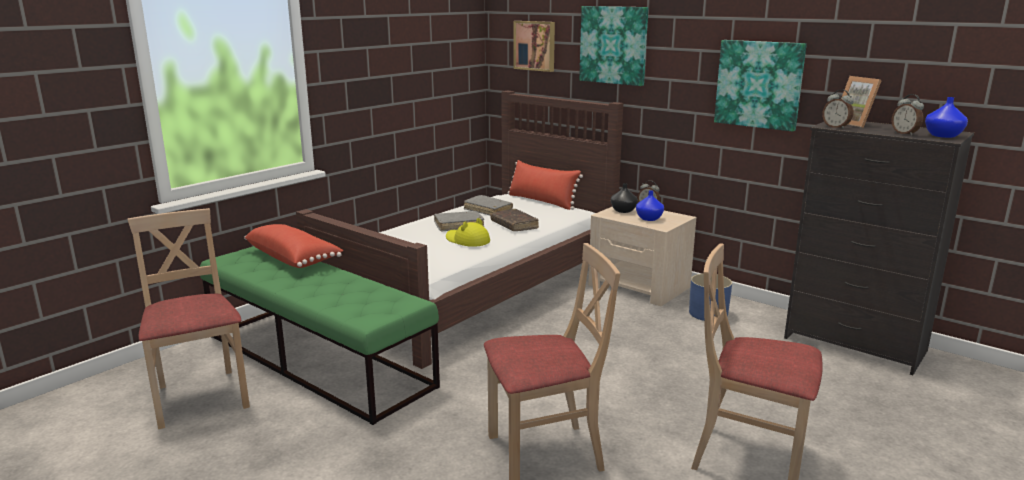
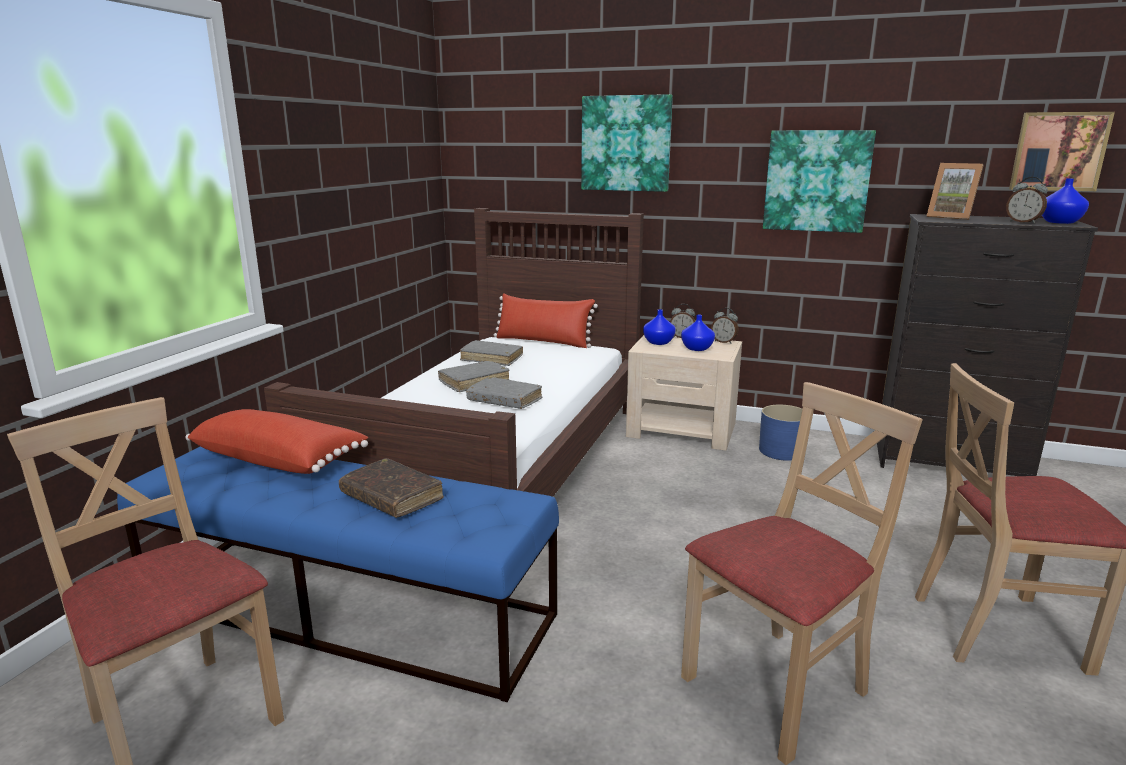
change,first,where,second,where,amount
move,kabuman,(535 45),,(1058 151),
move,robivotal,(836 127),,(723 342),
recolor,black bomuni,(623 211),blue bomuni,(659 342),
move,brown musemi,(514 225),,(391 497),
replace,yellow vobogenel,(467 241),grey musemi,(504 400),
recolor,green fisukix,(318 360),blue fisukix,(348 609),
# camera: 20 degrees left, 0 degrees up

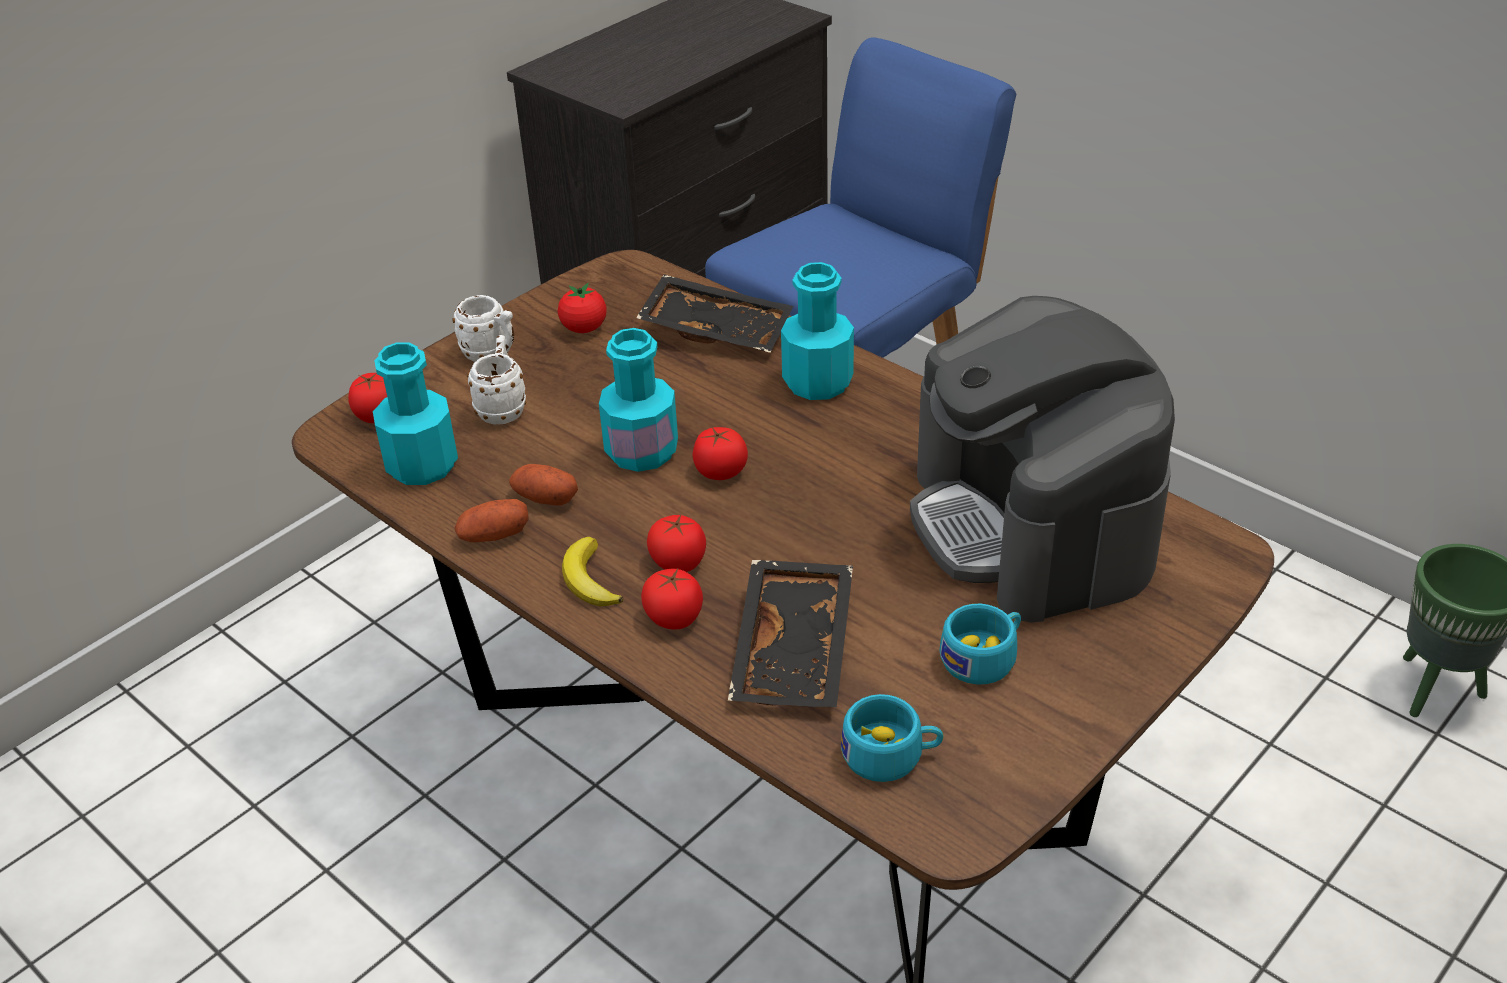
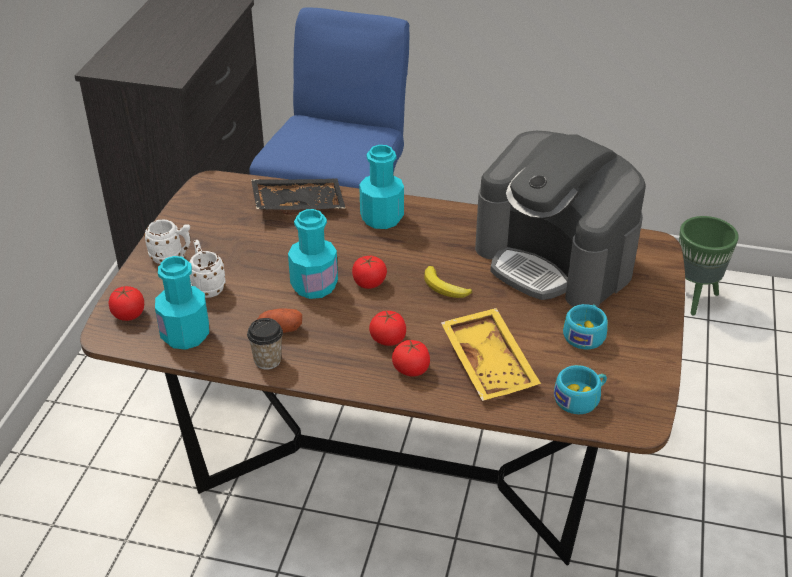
change,first,where,second,where,amount
delete,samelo,(584 328),,,
replace,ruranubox,(494 535),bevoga,(267 360),
move,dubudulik,(589 580),,(444 287),
recolor,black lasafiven,(796 650),yellow lasafiven,(490 364),
# camera: 30 degrees left, 0 degrees up

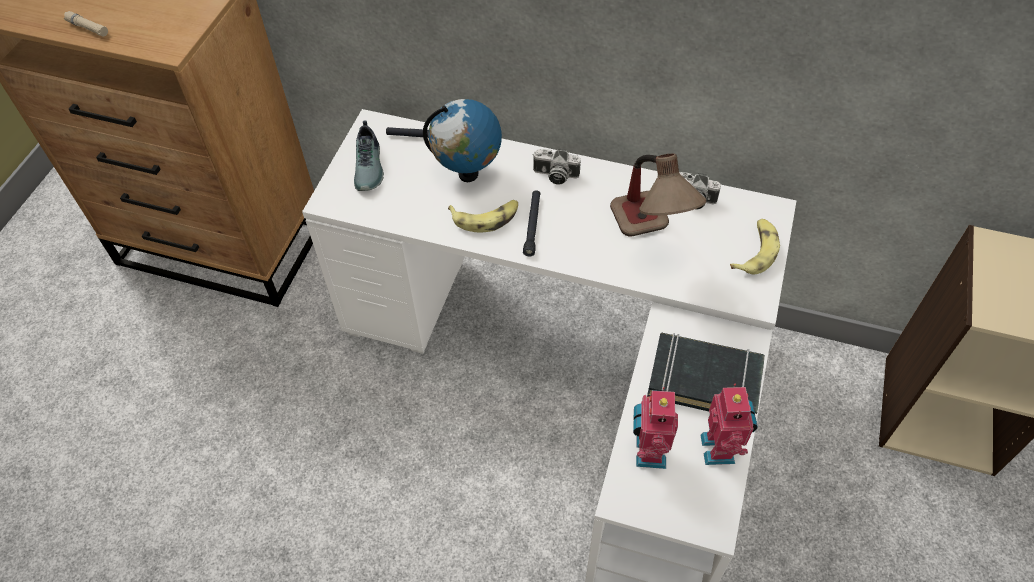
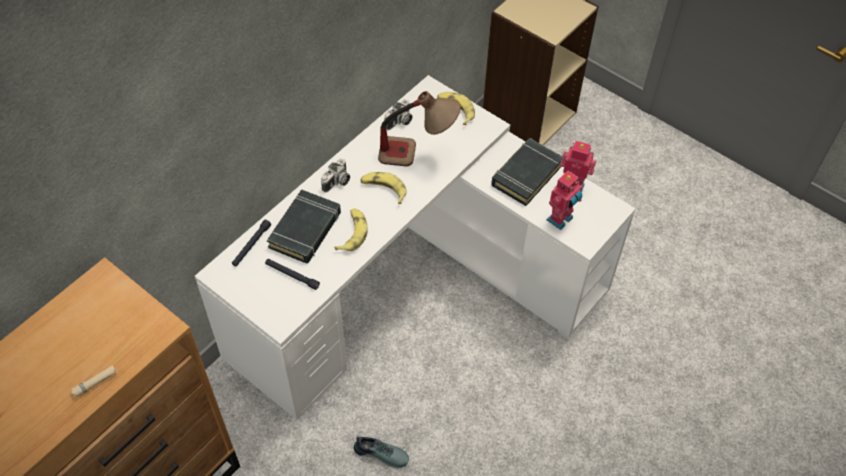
change,first,where,second,where,amount
replace,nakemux,(468 174),black musemi,(305 230),
move,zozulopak,(370 167),,(382 453),
move,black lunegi,(532 225),,(292 276),
rotate,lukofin,(648 452),,(561 220),75 degrees counterclockwise
insert,,,dubudulik,(384 189),
# camera: 70 degrees left, 0 degrees up

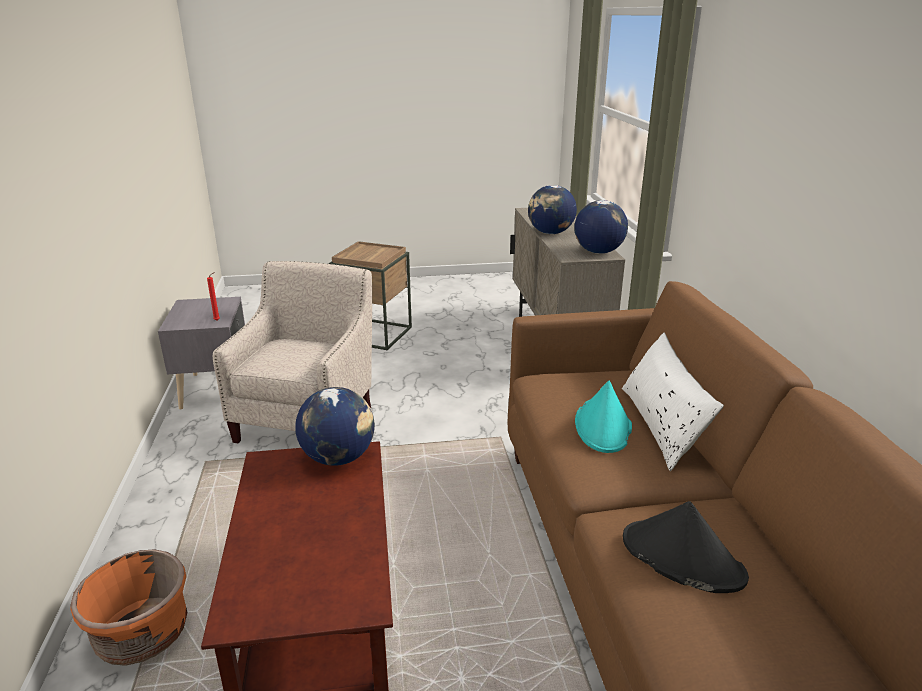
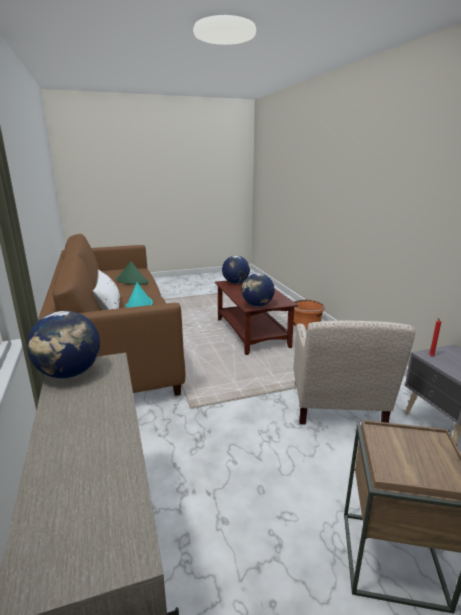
change,first,where,second,where,amount
move,nakemux,(550 233),,(235 283),
recolor,black vobogenel,(681 557),green vobogenel,(132 281),
# camera: 170 degrees right, 5 degrees down

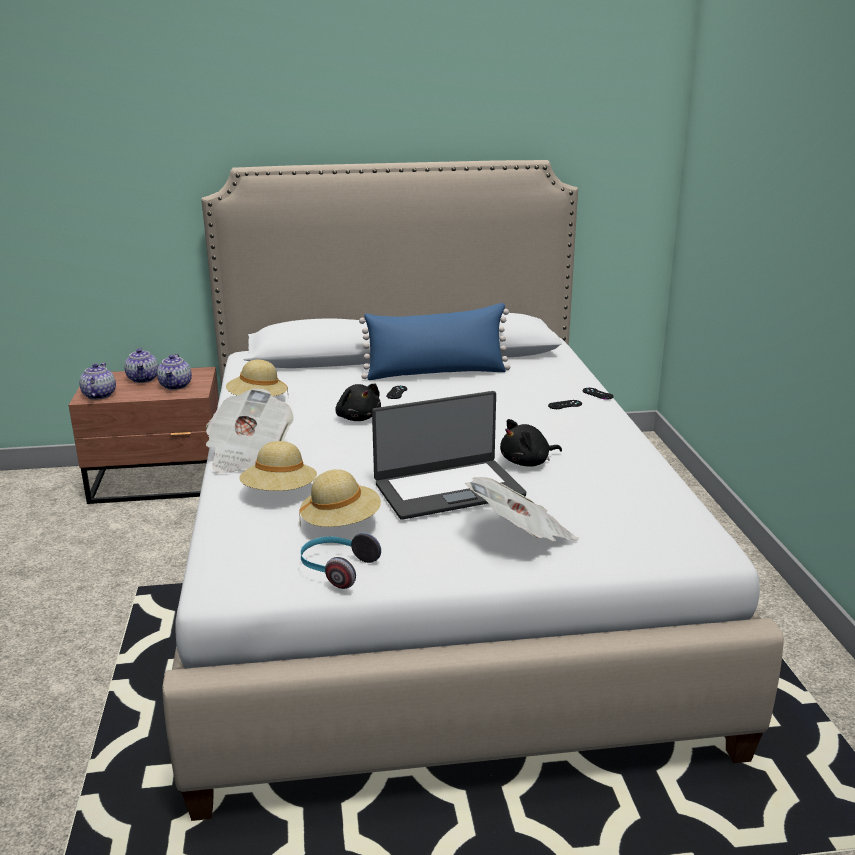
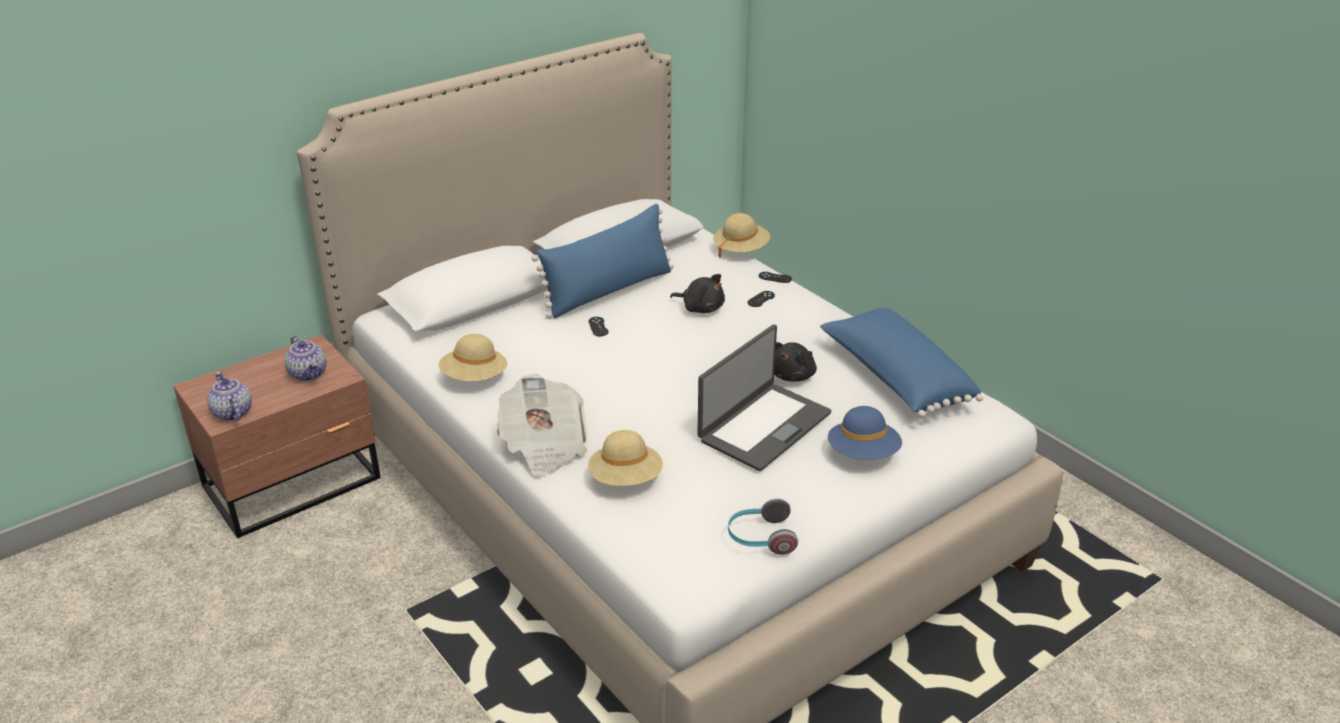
change,first,where,second,where,amount
delete,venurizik,(143 379),,,
move,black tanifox,(358 418),,(701 308),
move,beige vobogenel,(341 523),,(741 250),
replace,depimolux,(521 536),blue vobogenel,(863 454),
insert,,,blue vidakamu,(895 378),
# camera: 30 degrees left, 10 degrees up

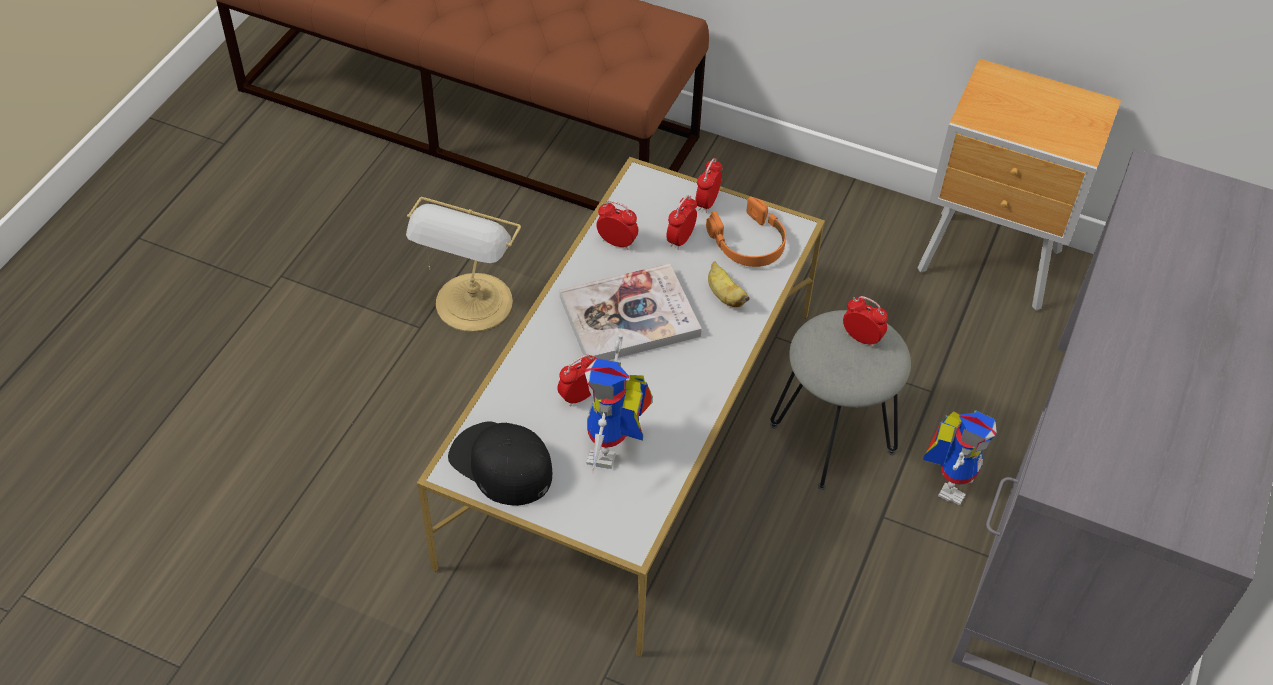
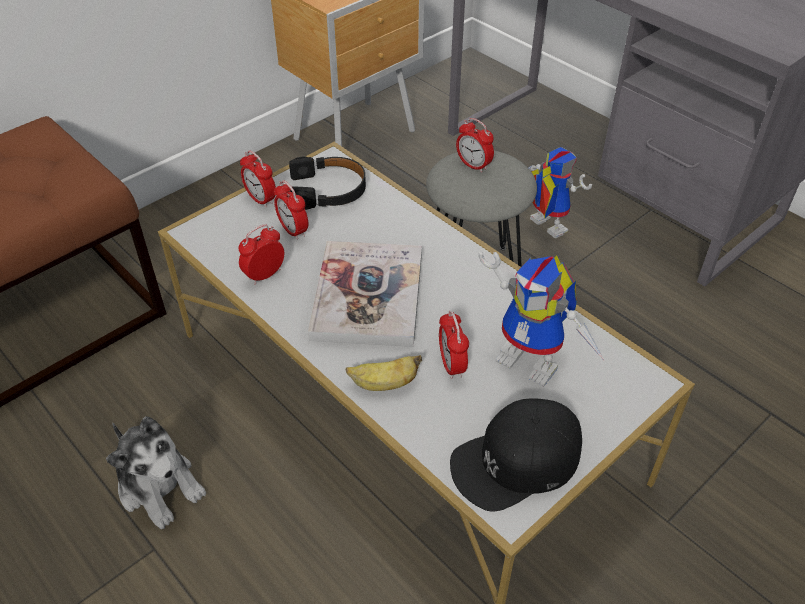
change,first,where,second,where,amount
replace,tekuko,(472 306),tanifox,(160 486),
recolor,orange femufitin,(748 242),black femufitin,(328 190),
move,dubudulik,(724 295),,(384 384),
rotate,robivotal,(861 338),,(473 165),105 degrees counterclockwise
# camera: 65 degrees left, 5 degrees down

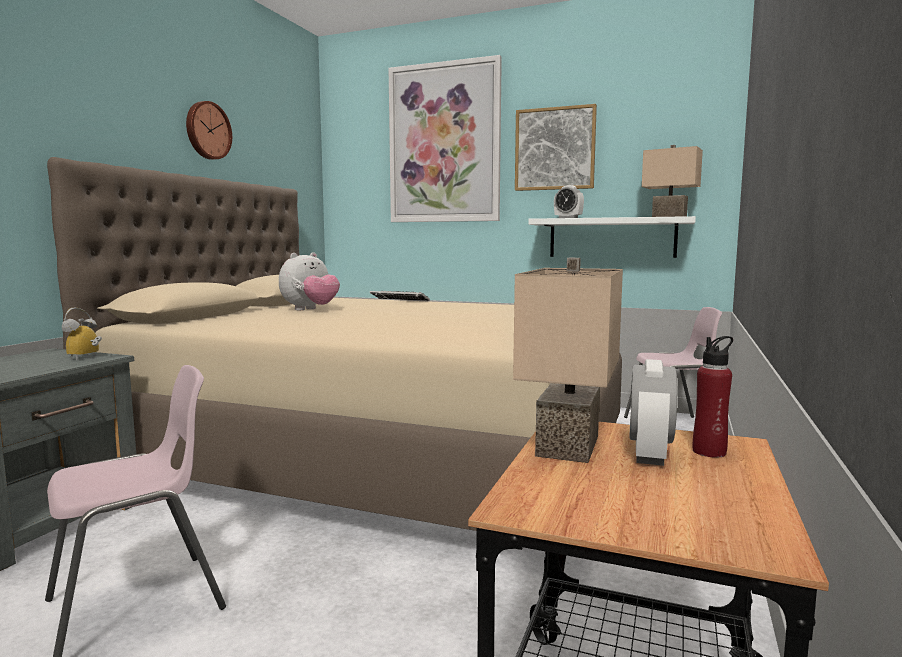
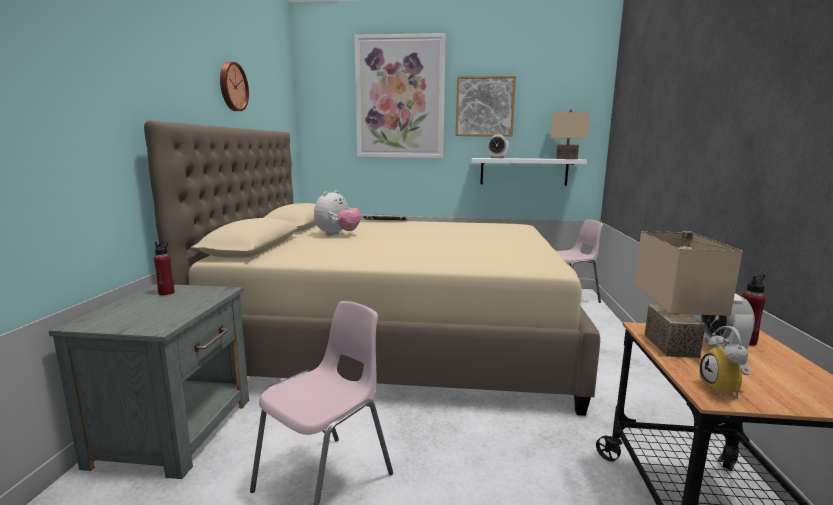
change,first,where,second,where,amount
move,robivotal,(86 358),,(726 390),
insert,,,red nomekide,(166 293),
# camera: 15 degrees left, 5 degrees up

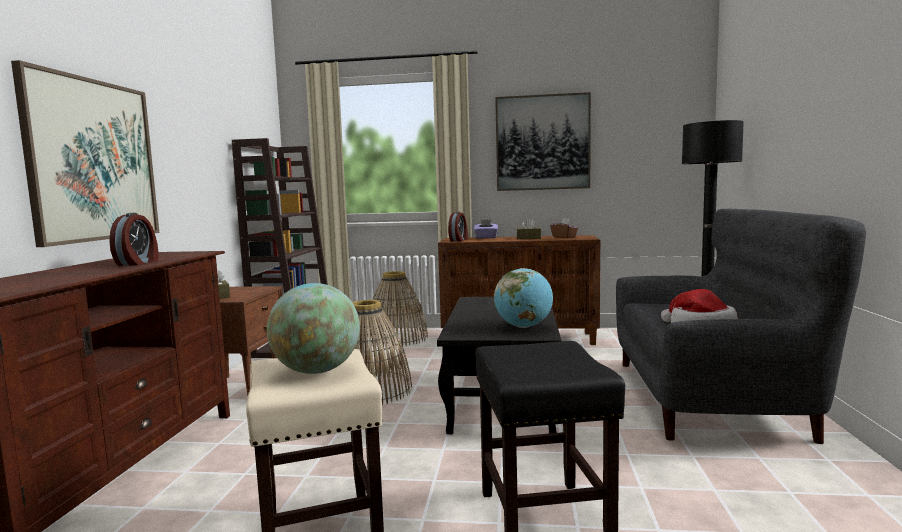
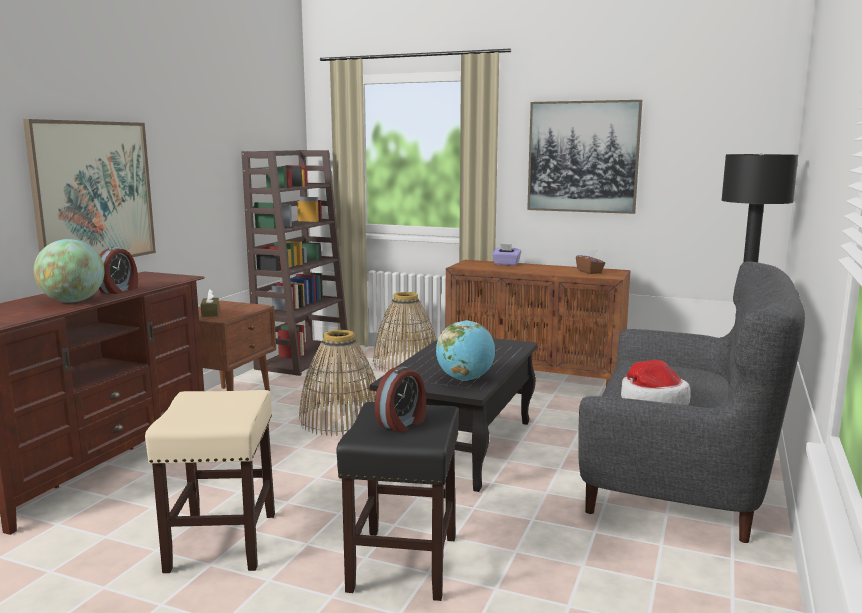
change,first,where,second,where,amount
move,robivotal,(459 240),,(403 424),
delete,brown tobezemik,(528 238),,,
move,nakemux,(316 371),,(73 301),
# camera: 15 degrees right, 5 degrees up

